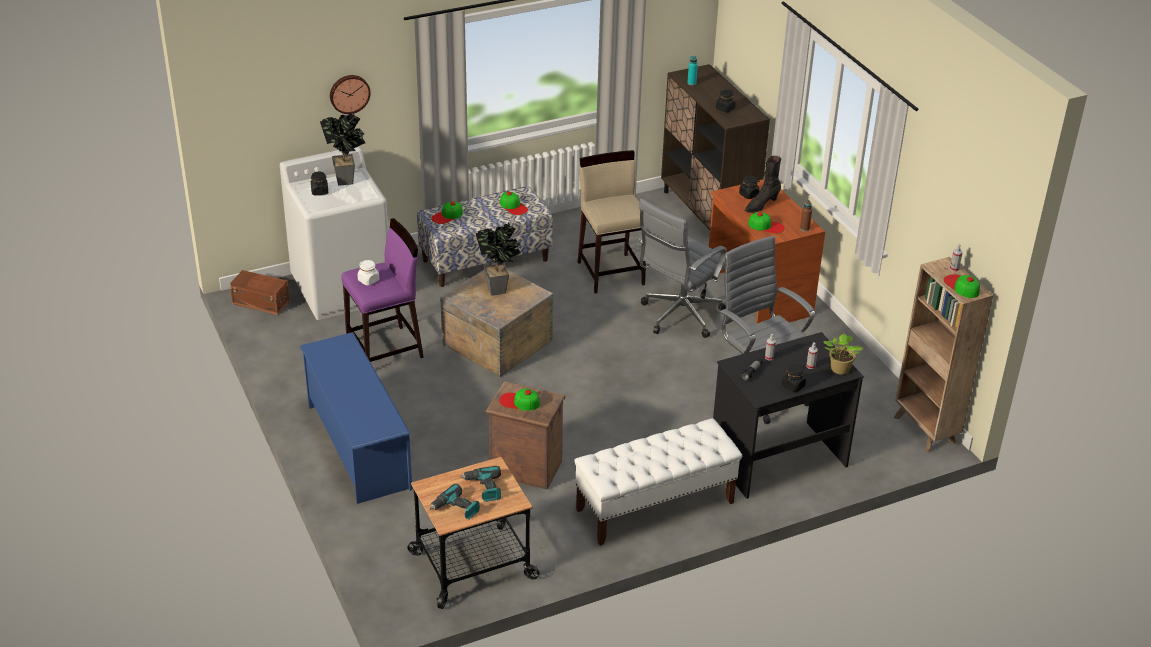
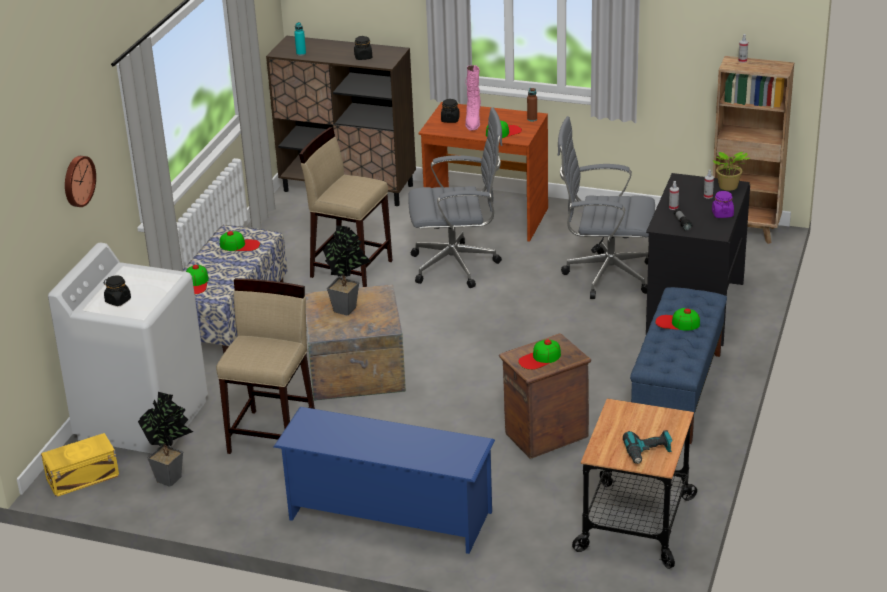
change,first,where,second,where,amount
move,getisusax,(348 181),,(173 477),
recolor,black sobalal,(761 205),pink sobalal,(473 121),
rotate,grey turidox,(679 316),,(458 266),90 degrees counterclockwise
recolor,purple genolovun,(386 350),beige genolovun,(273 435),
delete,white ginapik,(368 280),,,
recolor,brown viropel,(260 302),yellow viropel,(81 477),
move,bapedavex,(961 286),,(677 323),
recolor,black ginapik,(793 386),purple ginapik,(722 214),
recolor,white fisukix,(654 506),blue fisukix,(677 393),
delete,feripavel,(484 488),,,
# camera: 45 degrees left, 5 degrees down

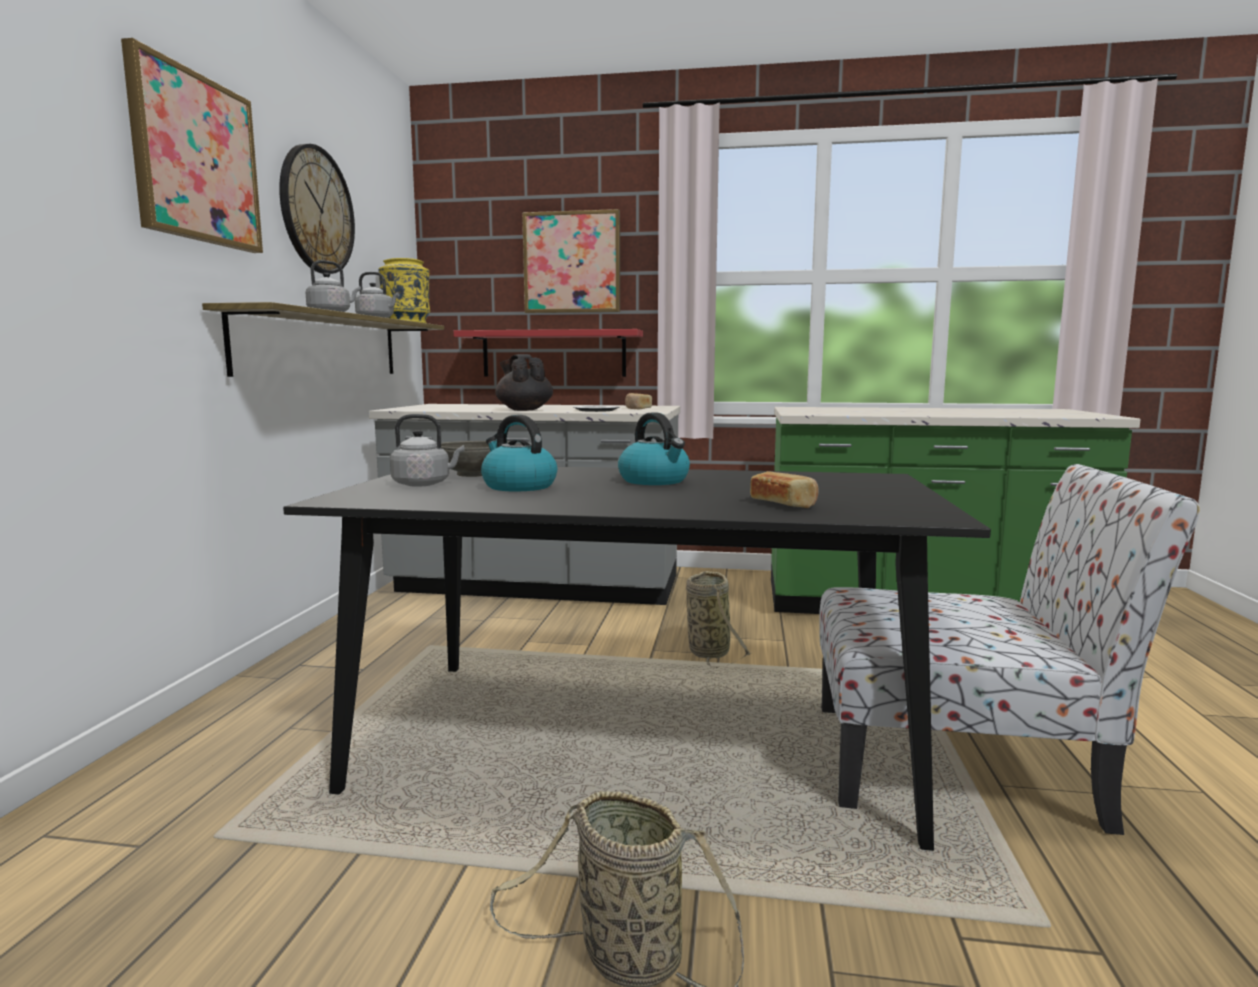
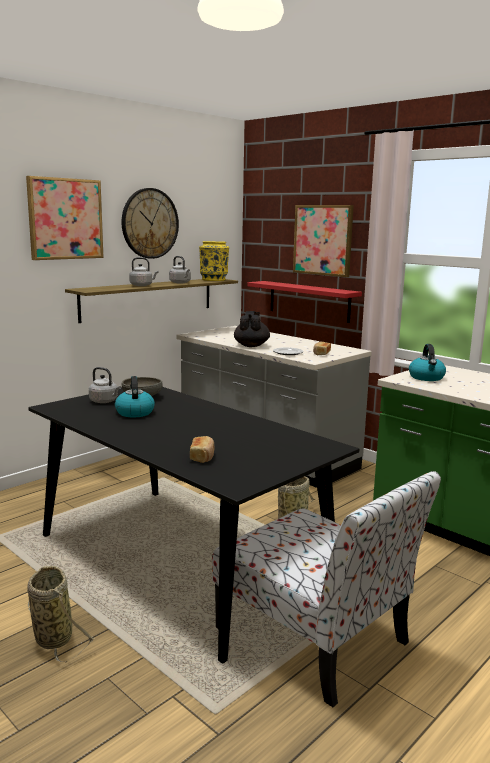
change,first,where,second,where,amount
move,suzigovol,(655 481),,(426 377),
# camera: 35 degrees right, 5 degrees up

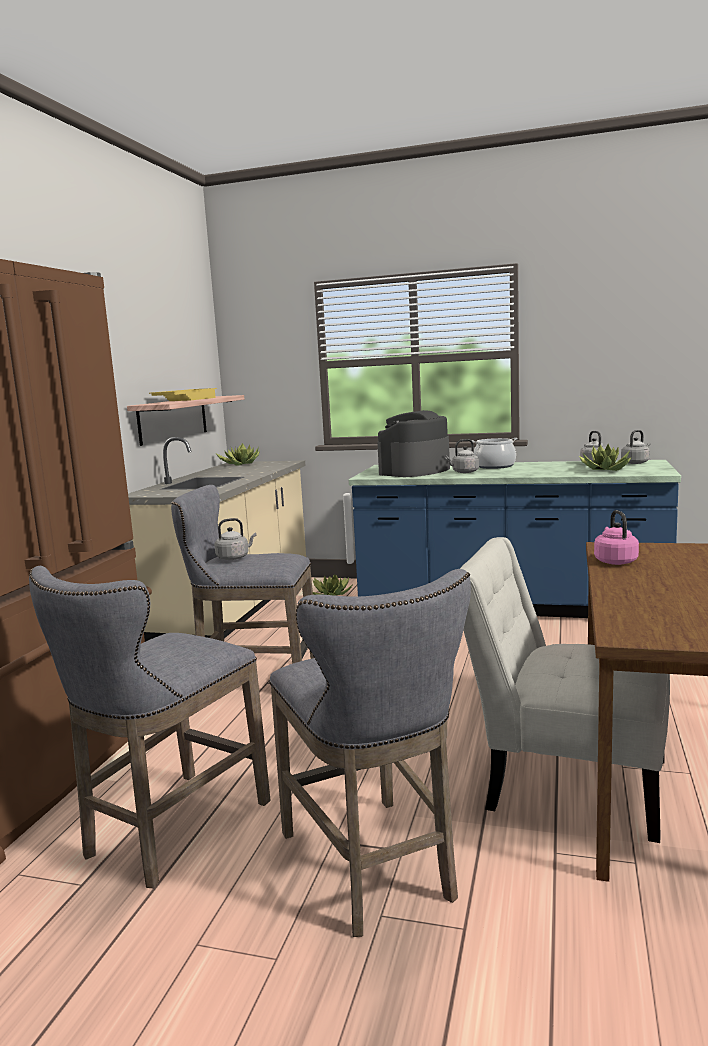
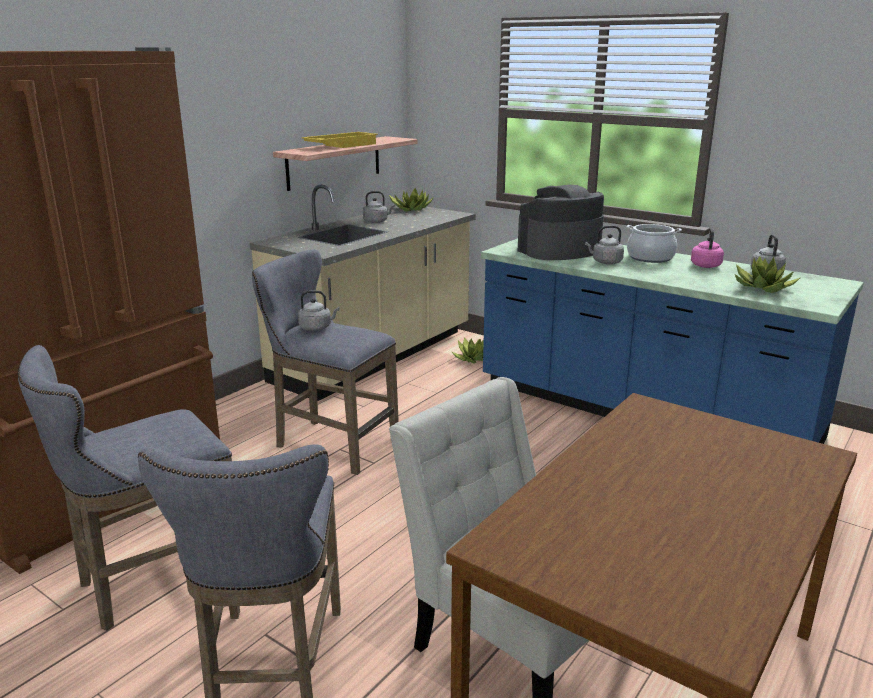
change,first,where,second,where,amount
move,grey suzigovol,(636 462),,(377 221),
move,pink suzigovol,(615 561),,(705 265),
# camera: 20 degrees right, 10 degrees up

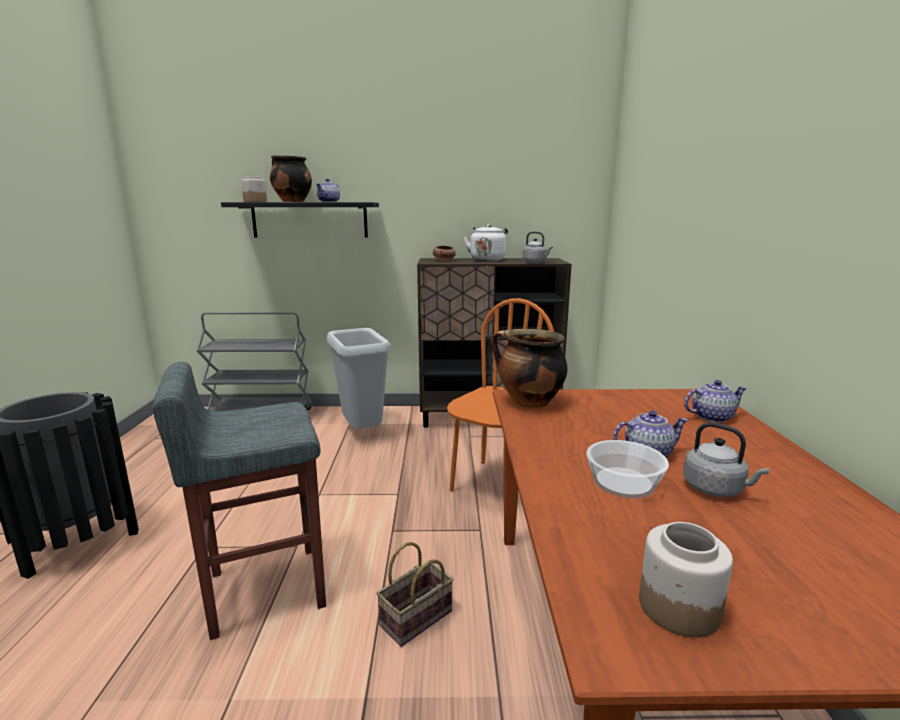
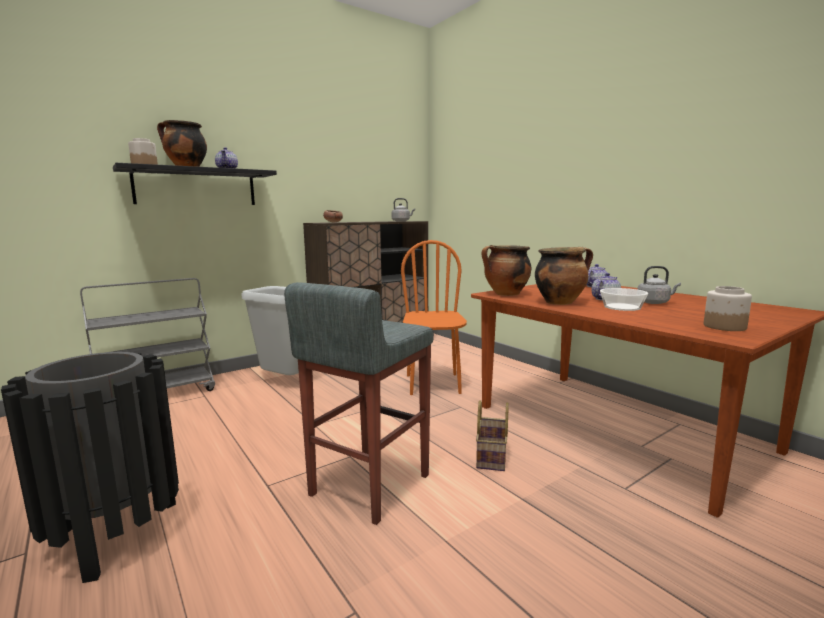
change,first,where,second,where,amount
delete,white suzigovol,(487 259),,,
insert,,,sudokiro,(560 302),
# camera: 35 degrees left, 5 degrees down

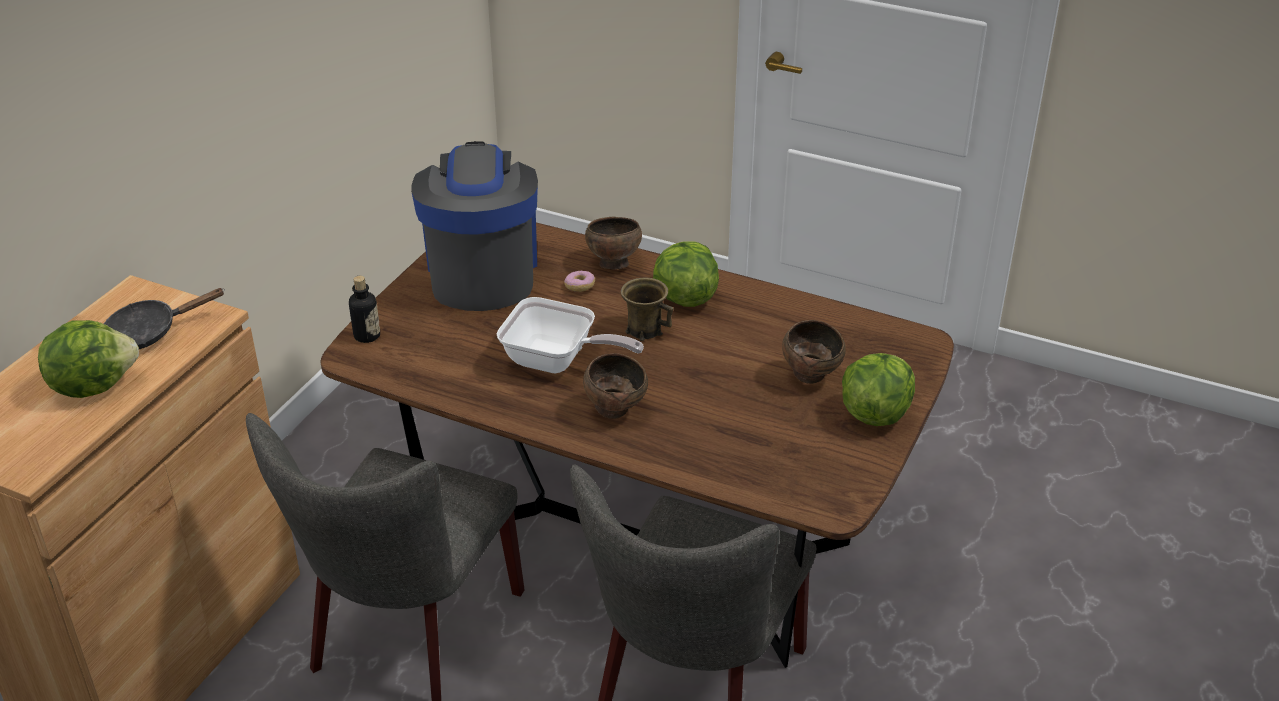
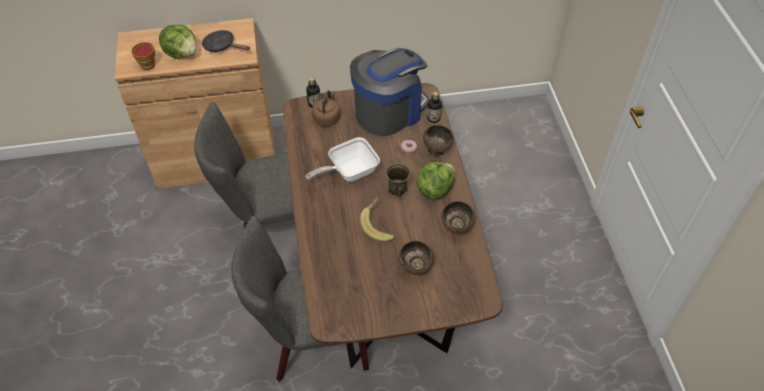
change,first,where,second,where,amount
rotate,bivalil,(557 361),,(349 172),75 degrees clockwise
move,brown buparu,(616 411),,(457 228),
delete,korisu,(875 413),,,
insert,,,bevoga,(146 64),
insert,,,brown suzigovol,(327 117),
insert,,,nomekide,(433 118),
insert,,,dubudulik,(379 226),
# camera: 55 degrees right, 15 degrees up

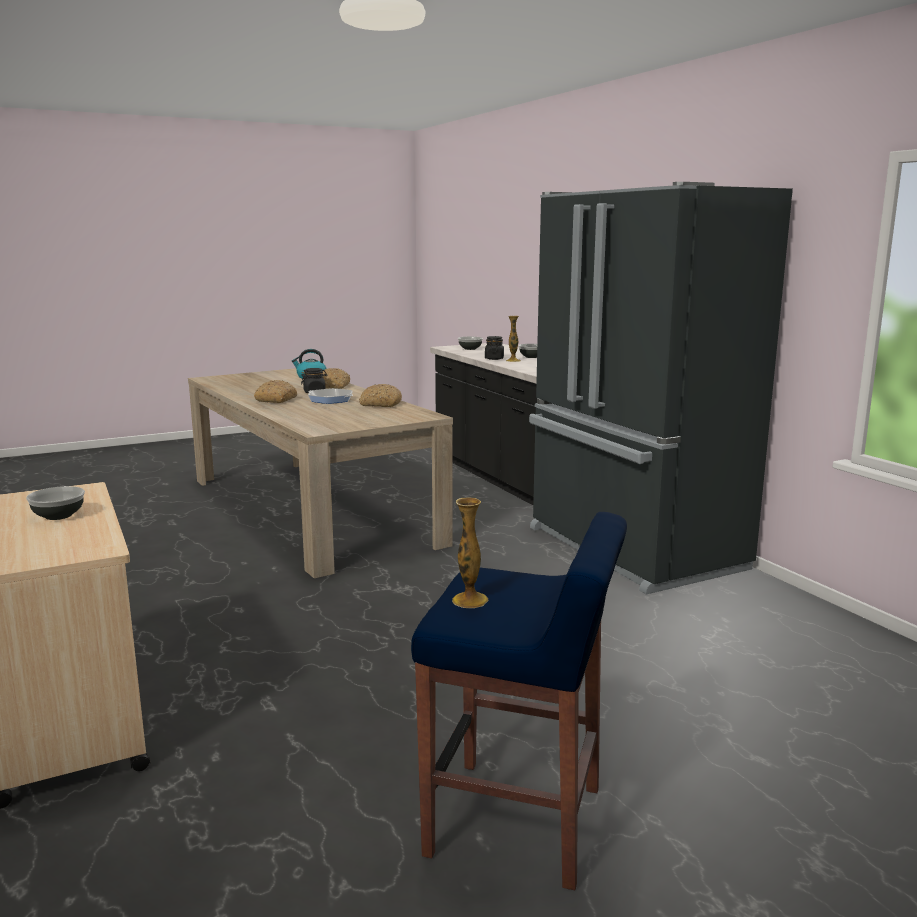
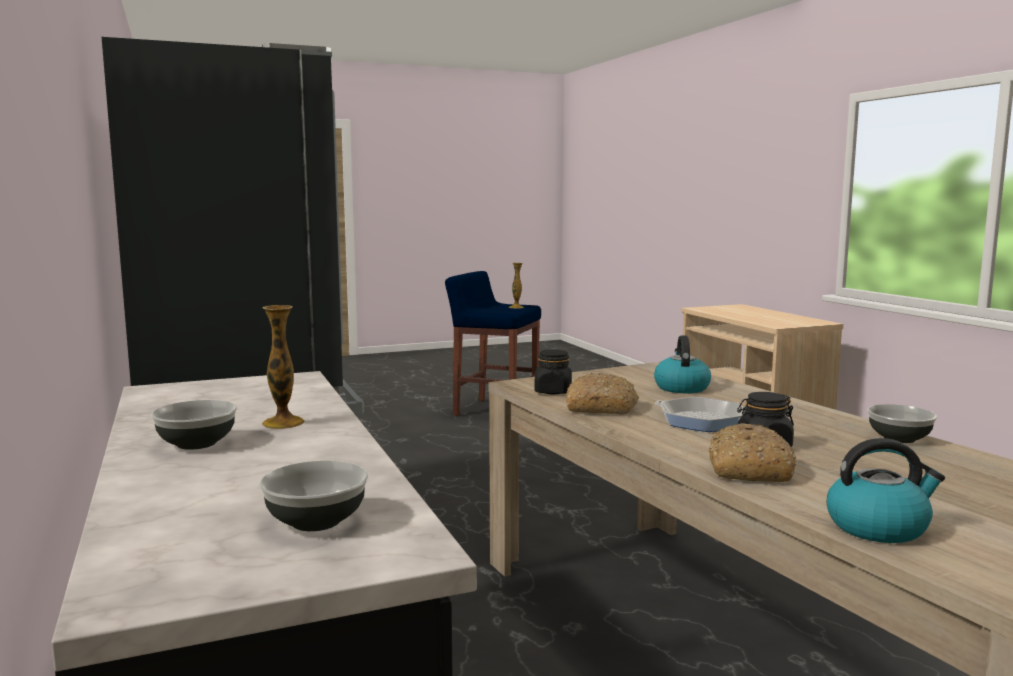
change,first,where,second,where,amount
move,black ginapik,(494 358),,(553 391),
delete,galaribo,(276 399),,,
move,buparu,(58 516),,(899 438),
insert,,,suzigovol,(681 387),
# camera: 175 degrees left, 5 degrees down

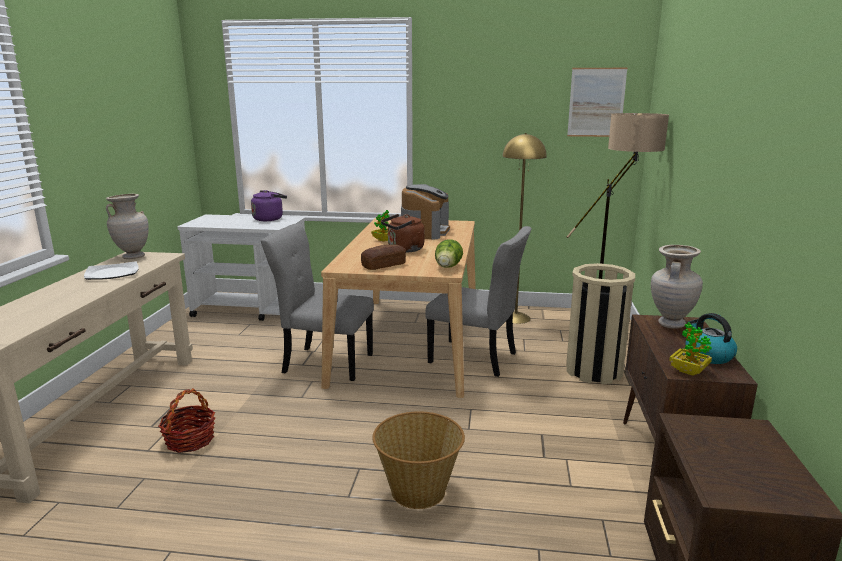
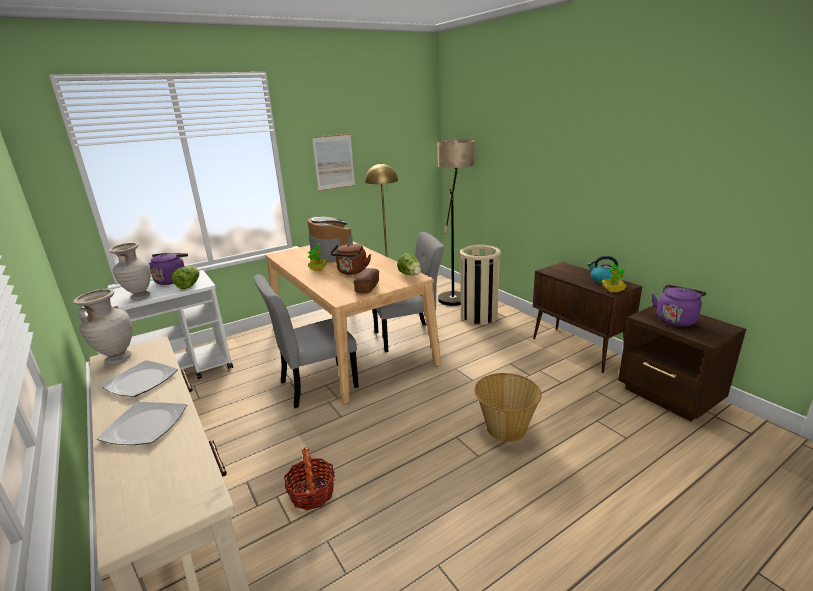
change,first,where,second,where,amount
move,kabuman,(596 102),,(334 162),
move,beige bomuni,(670 324),,(139 297),
insert,,,korisu,(189 285),
insert,,,purple suzigovol,(676 319),
insert,,,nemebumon,(144 426),
# camera: 40 degrees left, 5 degrees up

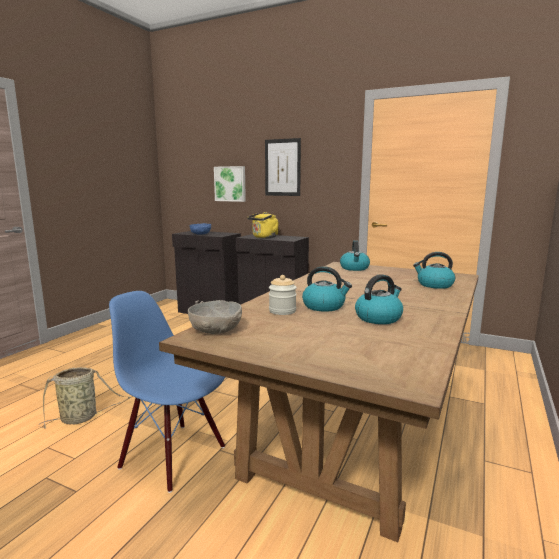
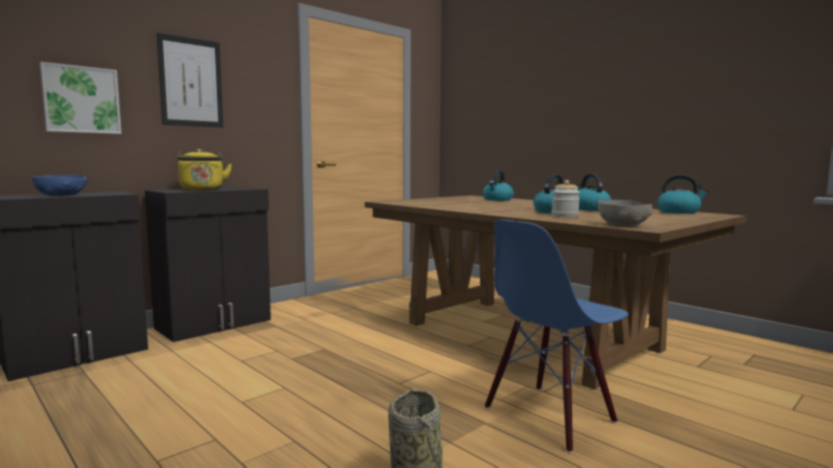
change,first,where,second,where,amount
move,suzigovol,(354 268),,(679 212),
# camera: 70 degrees left, 5 degrees down

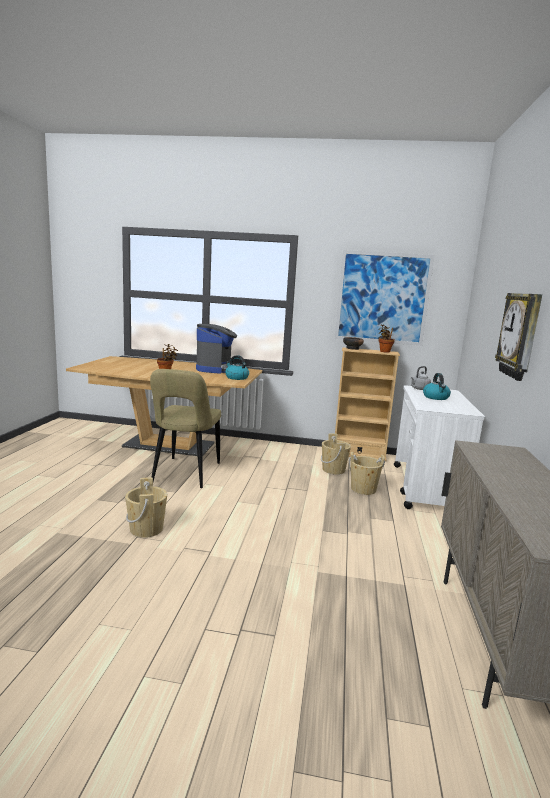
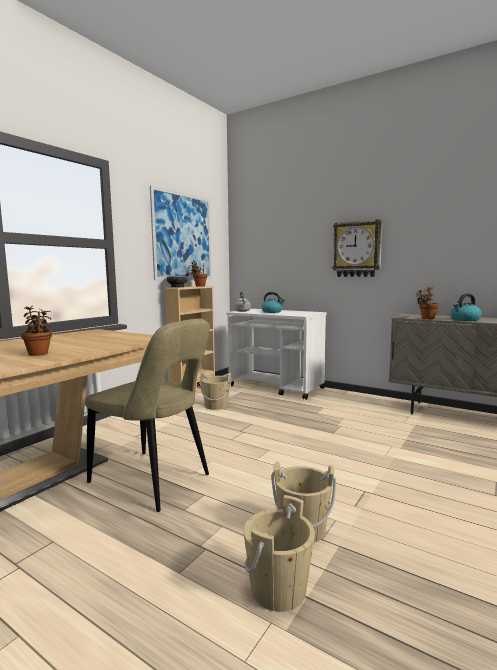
change,first,where,second,where,amount
delete,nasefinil,(217 369),,,
move,suzigovol,(236 377),,(465 319),
move,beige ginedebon,(363 489),,(278 589),
insert,,,getisusax,(427 318),
# camera: 65 degrees left, 5 degrees down

